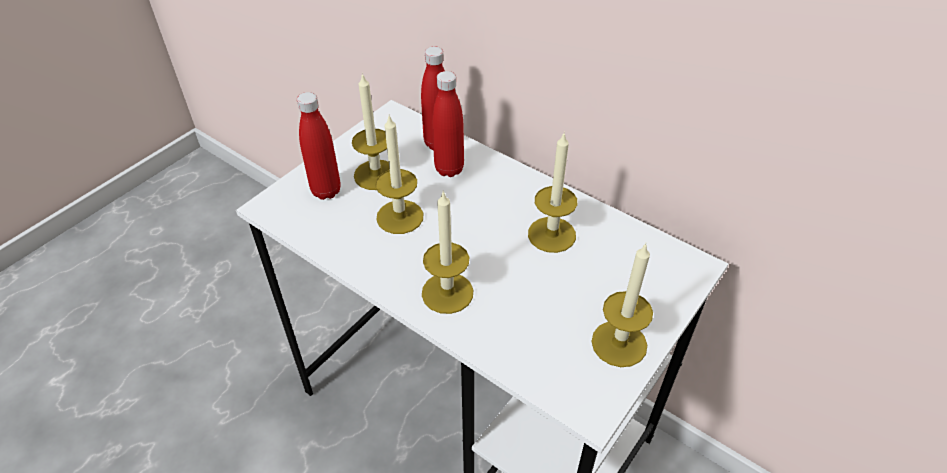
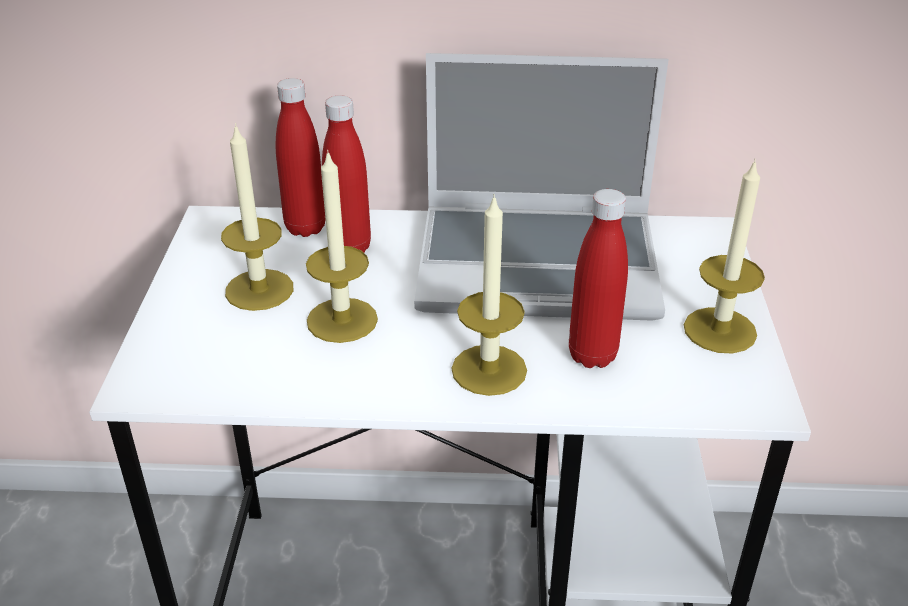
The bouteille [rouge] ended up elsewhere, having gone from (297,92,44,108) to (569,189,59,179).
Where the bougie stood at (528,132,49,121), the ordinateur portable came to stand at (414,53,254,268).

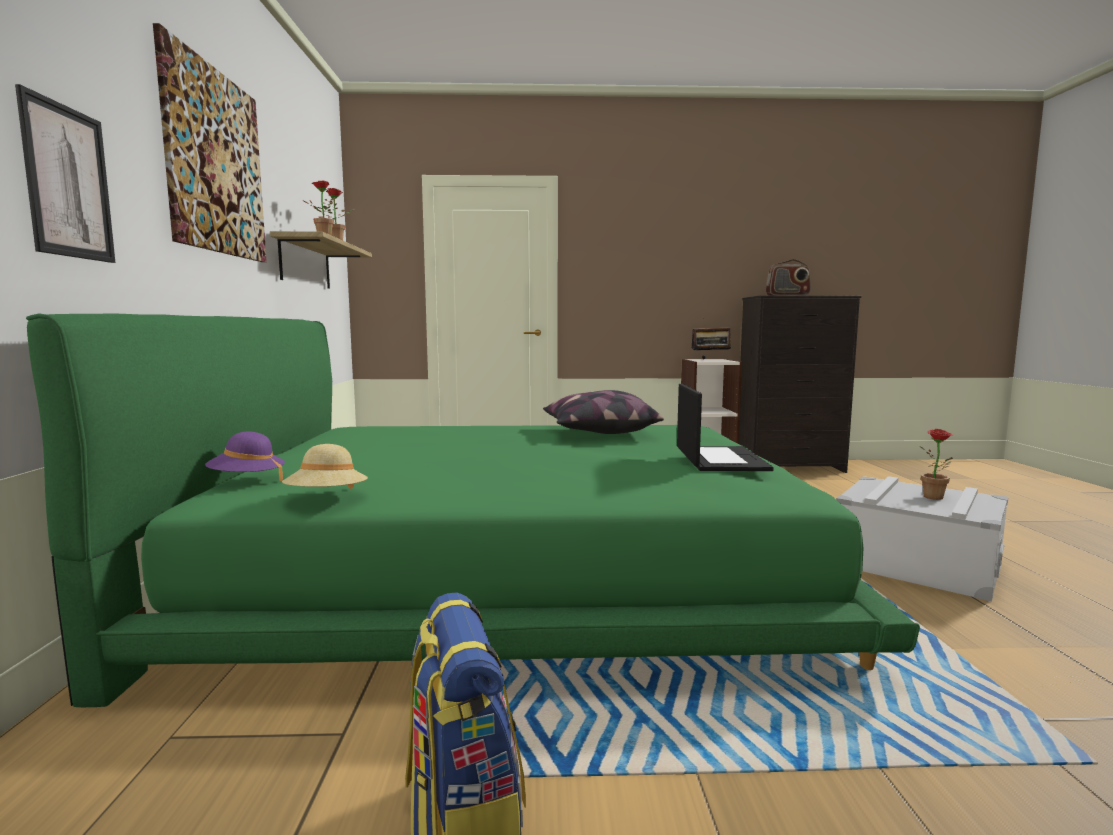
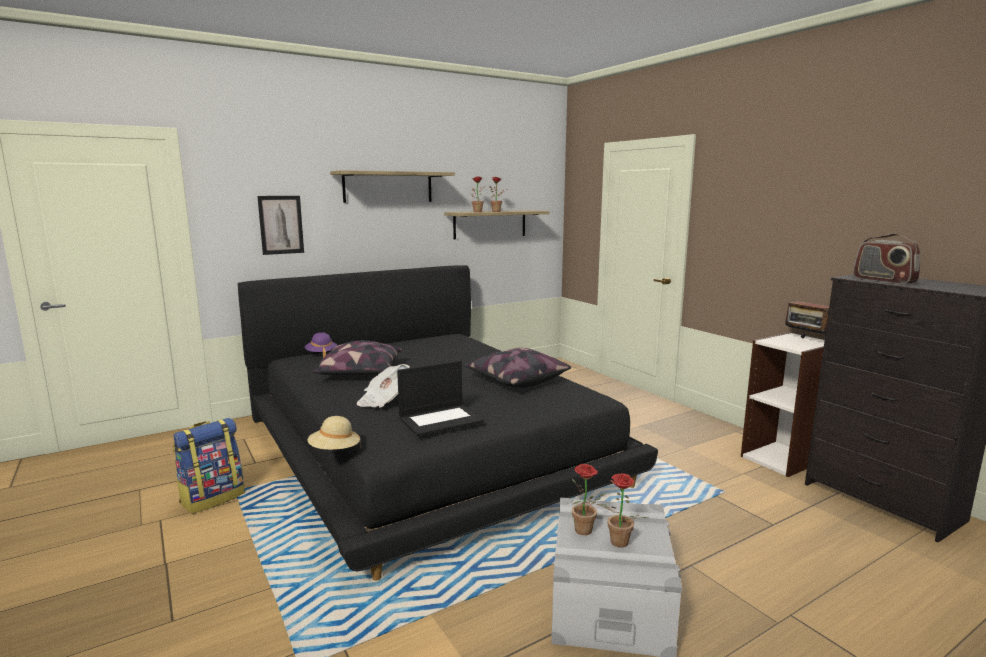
What was the lit [vert] at (26,313,894,394) turned into the lit [noir] at (237,265,421,316).
Where the tableau hung at (153,23,114,239), the étagère came to hang at (330,170,125,33).
The chapeau [beige] ended up elsewhere, having gone from (282,444,86,45) to (307,416,54,34).
The second view gained the coussin at (313,340,89,35).
The second view gained the journal at (356,364,54,44).
The second view gained the plante en pot at (572,464,34,71).

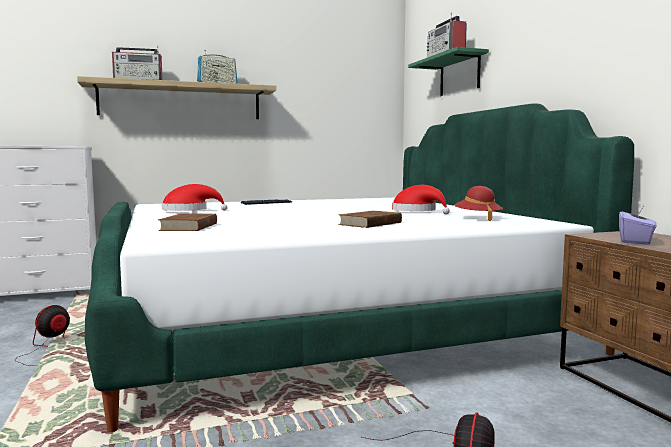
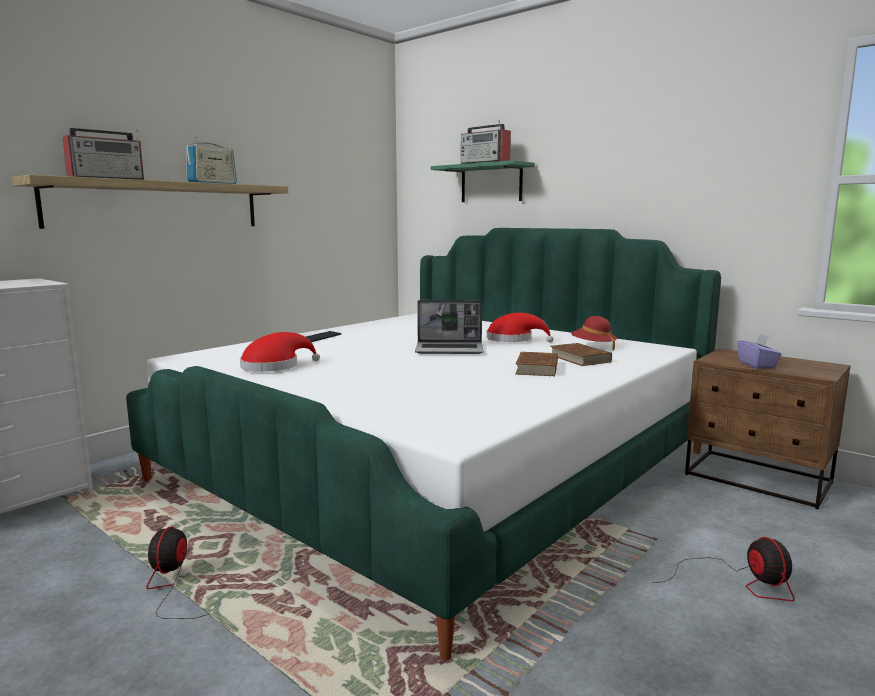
The livre [marron] ended up elsewhere, having gone from (158,213,59,18) to (551,343,61,23).
The second view gained the ordinateur portable at (415,300,69,54).

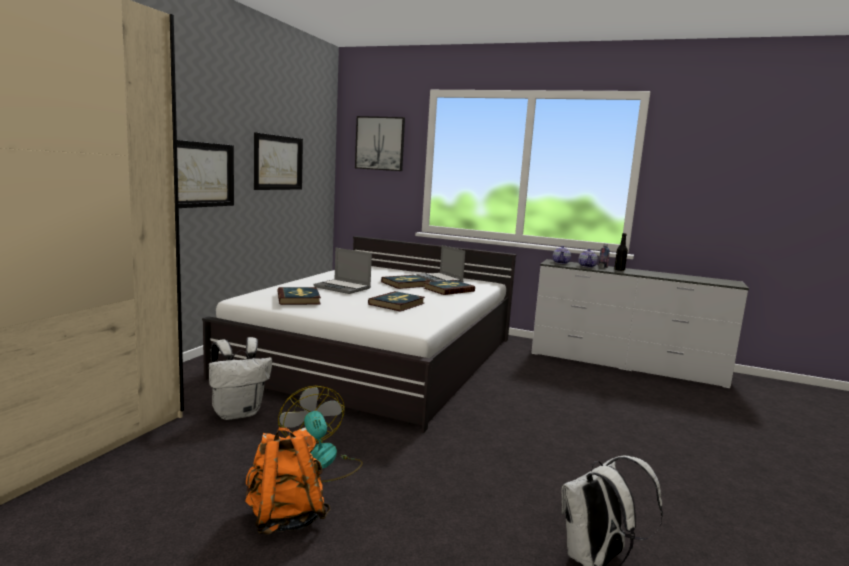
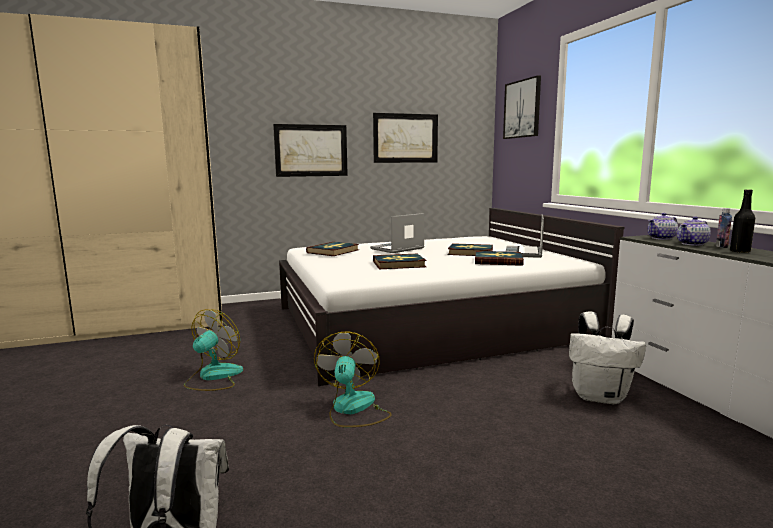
The sac à dos [blanc] ended up elsewhere, having gone from (209,337,63,83) to (569,312,77,92).
The second view lost the sac à dos [orange] at (245,427,86,108).
The ordinateur portable at (313,248,59,46) ended up facing another way, 60 degrees clockwise from before.
The second view gained the ventilateur at (314,332,77,96).

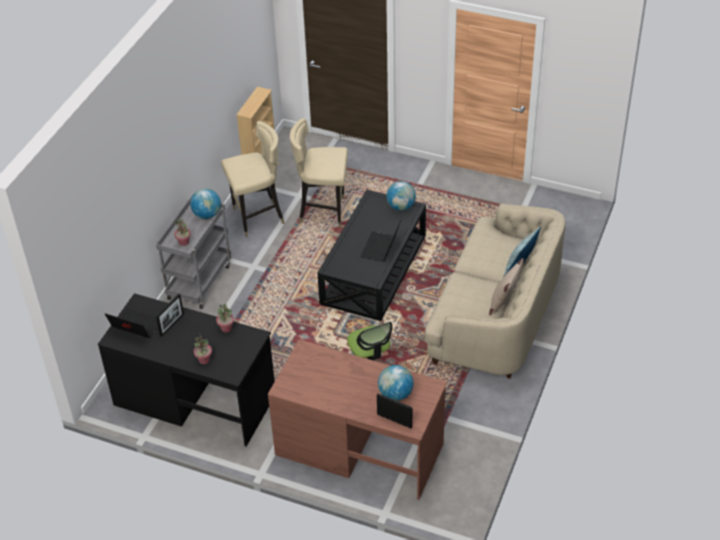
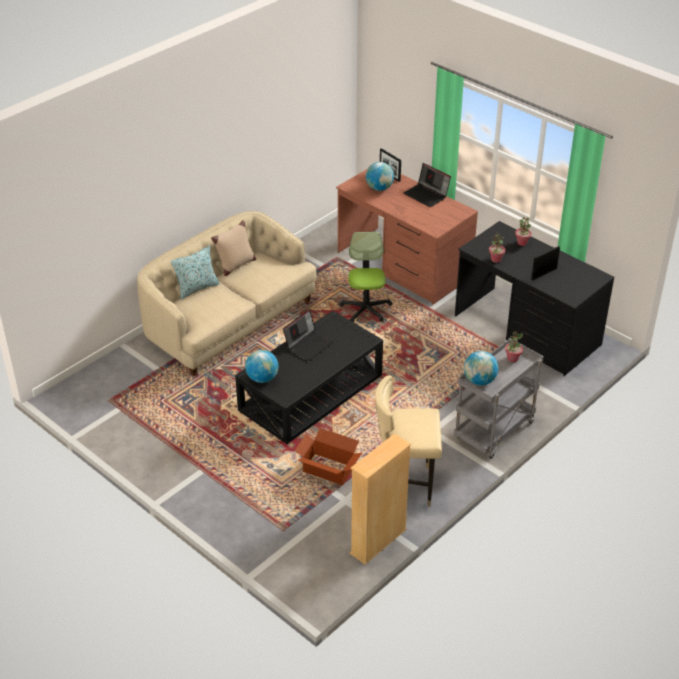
The ordinateur portable ended up elsewhere, having gone from (105,308,53,30) to (404,163,47,44).
Where the chaise [beige] stood at (290,118,58,110), the carton came to stand at (295,428,67,58).

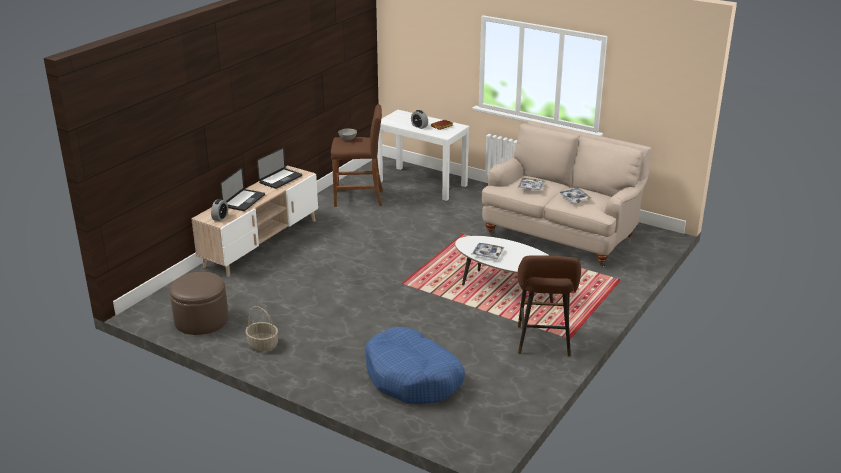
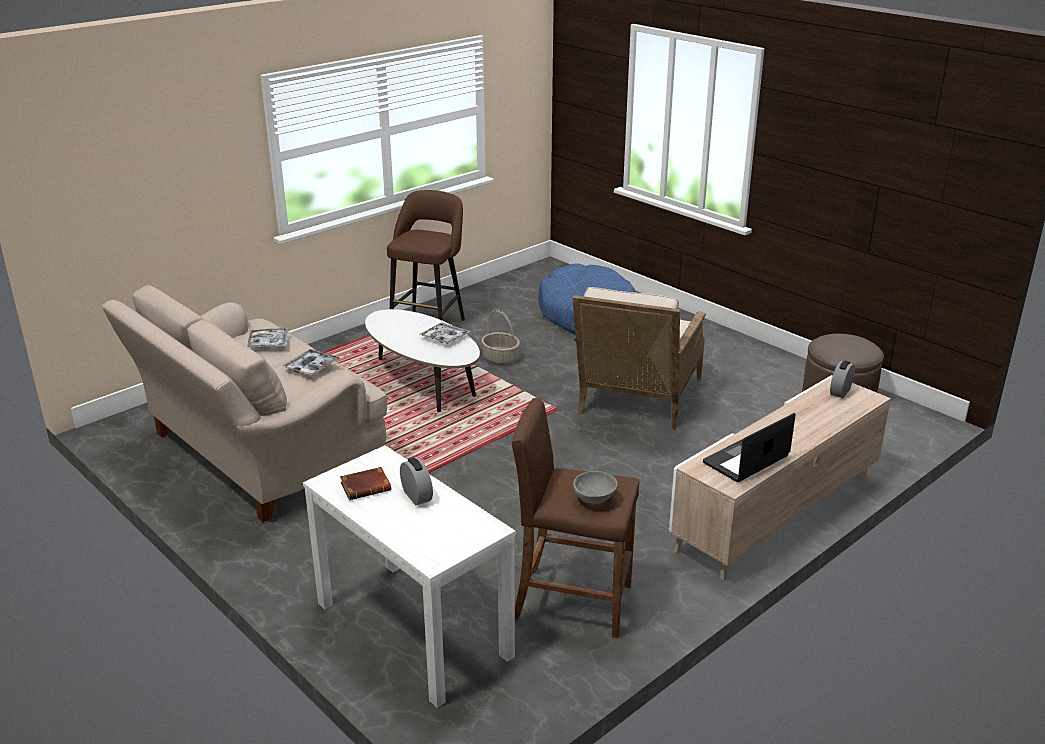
The second view lost the ordinateur portable at (220,167,45,44).
The panier ended up elsewhere, having gone from (245,306,33,45) to (481,309,39,56).
The second view gained the fauteuil [beige] at (573,287,133,143).

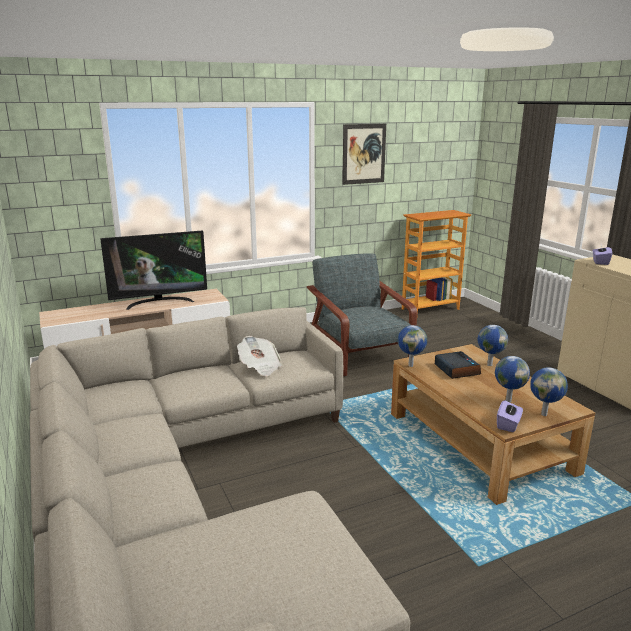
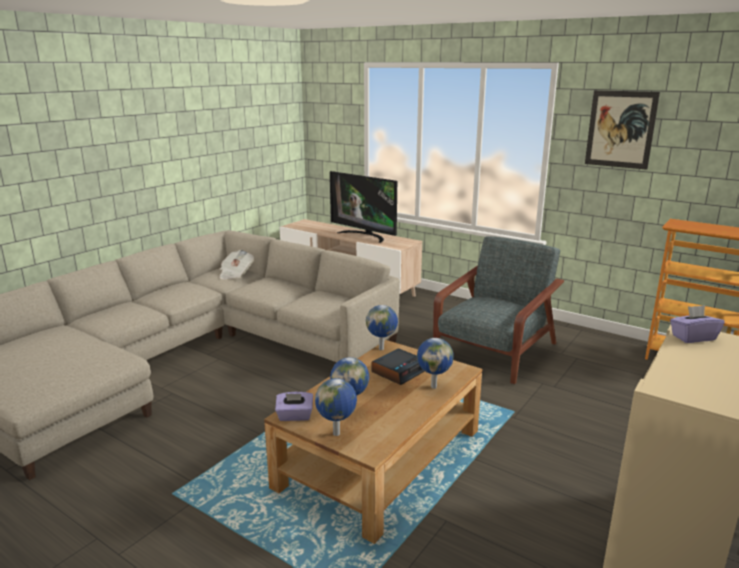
The journal ended up elsewhere, having gone from (237,336,45,41) to (219,250,35,29).

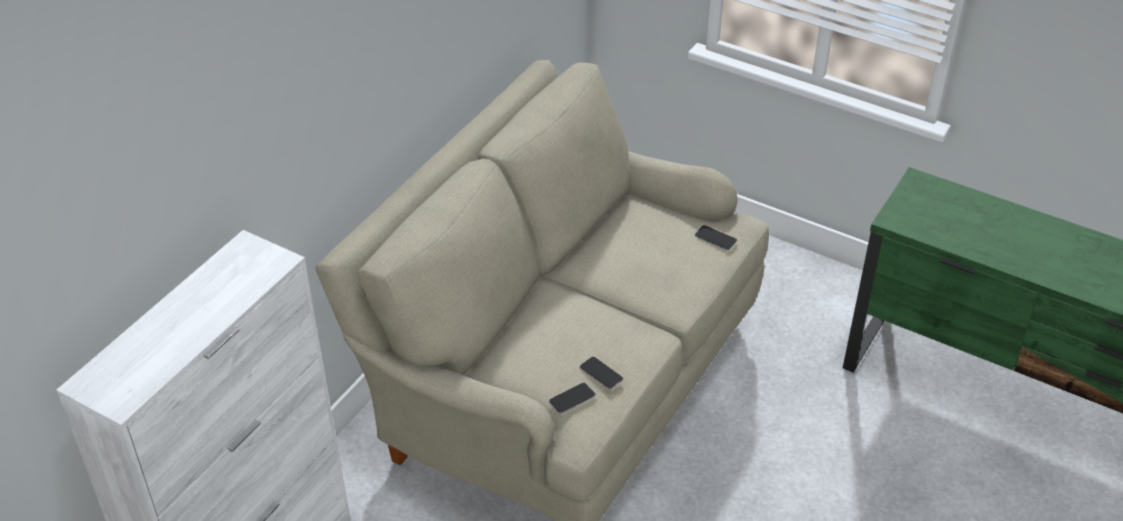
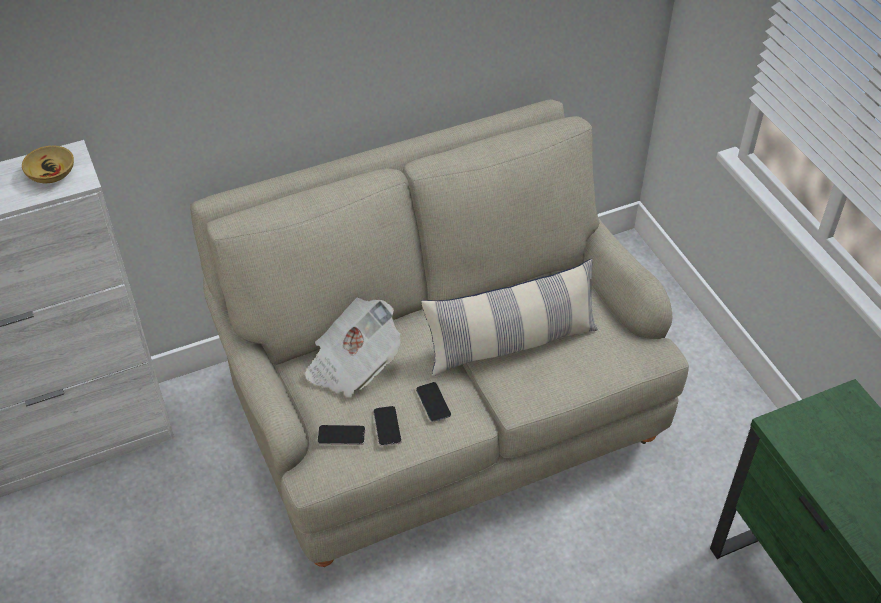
The téléphone ended up elsewhere, having gone from (695,225,42,25) to (416,382,35,40).
The second view gained the bol [beige] at (22,145,52,38).
The second view gained the journal at (305,297,96,100).
The second view gained the coussin at (421,259,177,117).

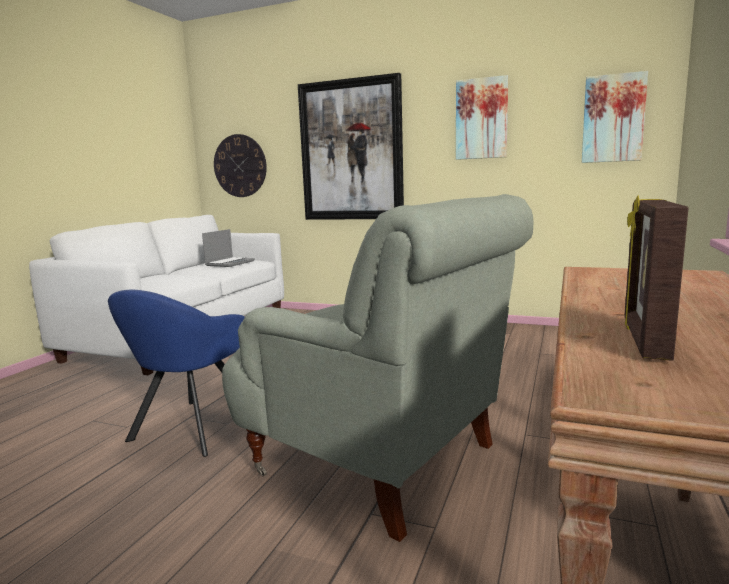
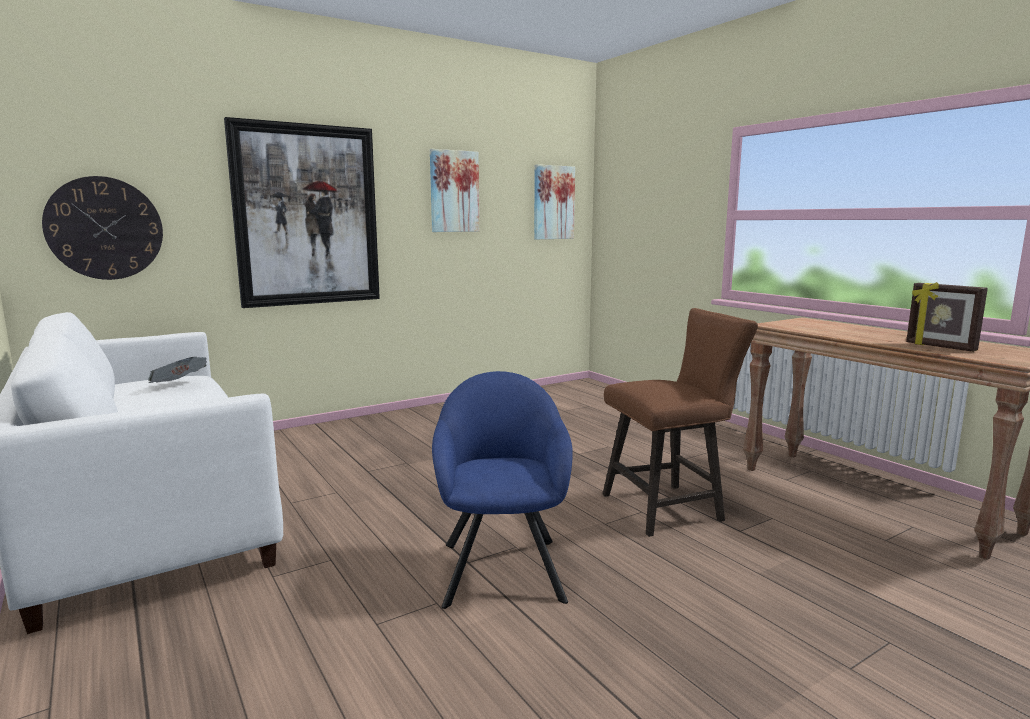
The fauteuil [bleu] at (108,290,137,167) ended up facing another way, 150 degrees counterclockwise from before.
Where the ordinateur portable stood at (202,229,53,38), the journal came to stand at (148,357,59,26).
Where the fauteuil [gris] stood at (222,194,312,348), the tabouret [marron] came to stand at (603,308,155,229).

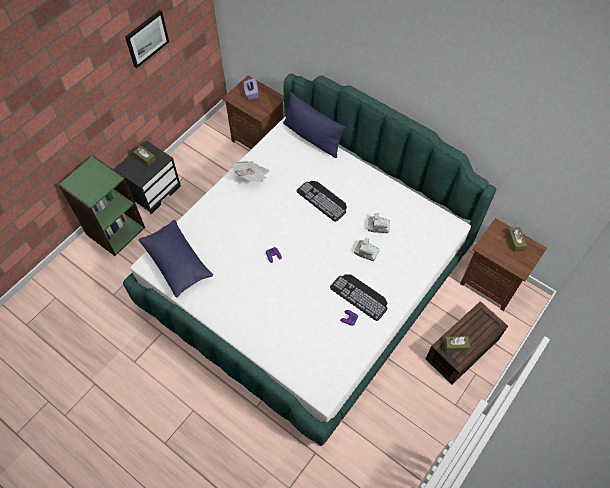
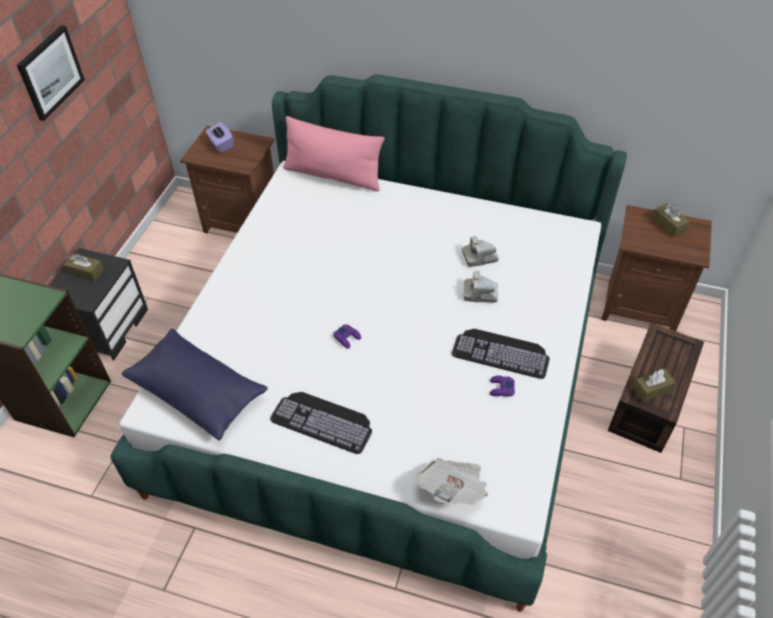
The journal ended up elsewhere, having gone from (231,161,38,21) to (416,458,72,47).
What was the coussin [bleu] at (283,92,63,66) turned into the coussin [rose] at (283,116,101,75).
The clavier ended up elsewhere, having gone from (296,181,51,41) to (270,392,102,62).

